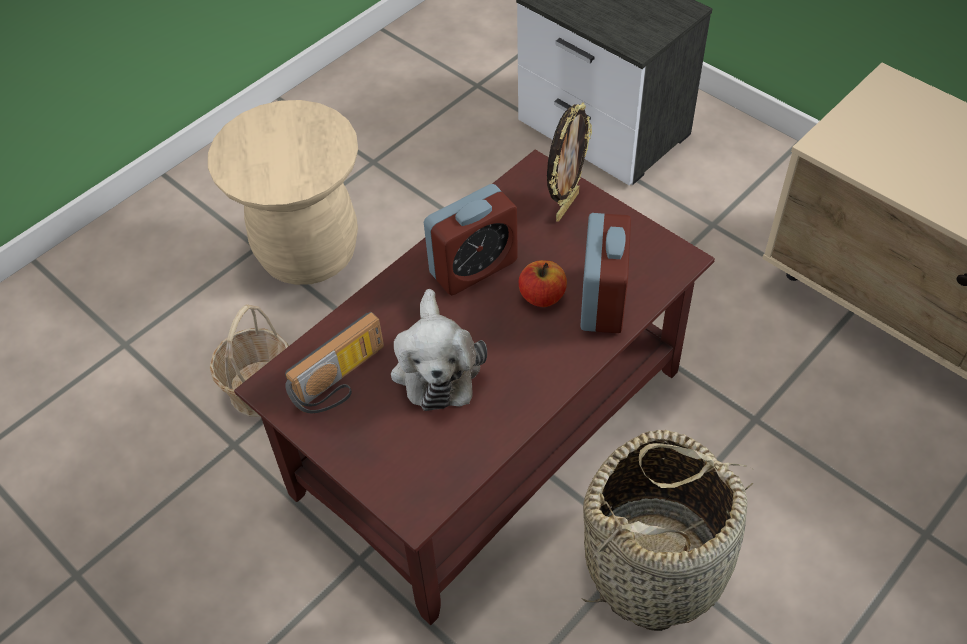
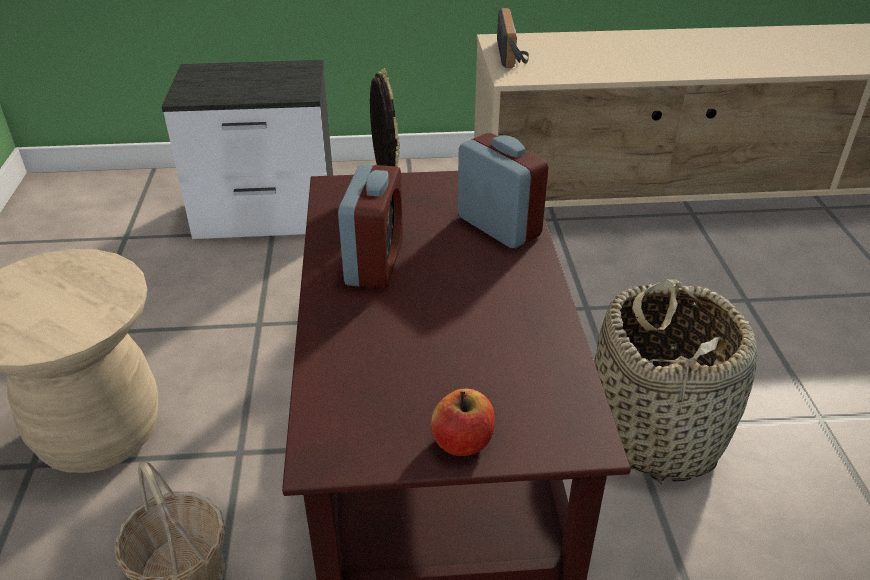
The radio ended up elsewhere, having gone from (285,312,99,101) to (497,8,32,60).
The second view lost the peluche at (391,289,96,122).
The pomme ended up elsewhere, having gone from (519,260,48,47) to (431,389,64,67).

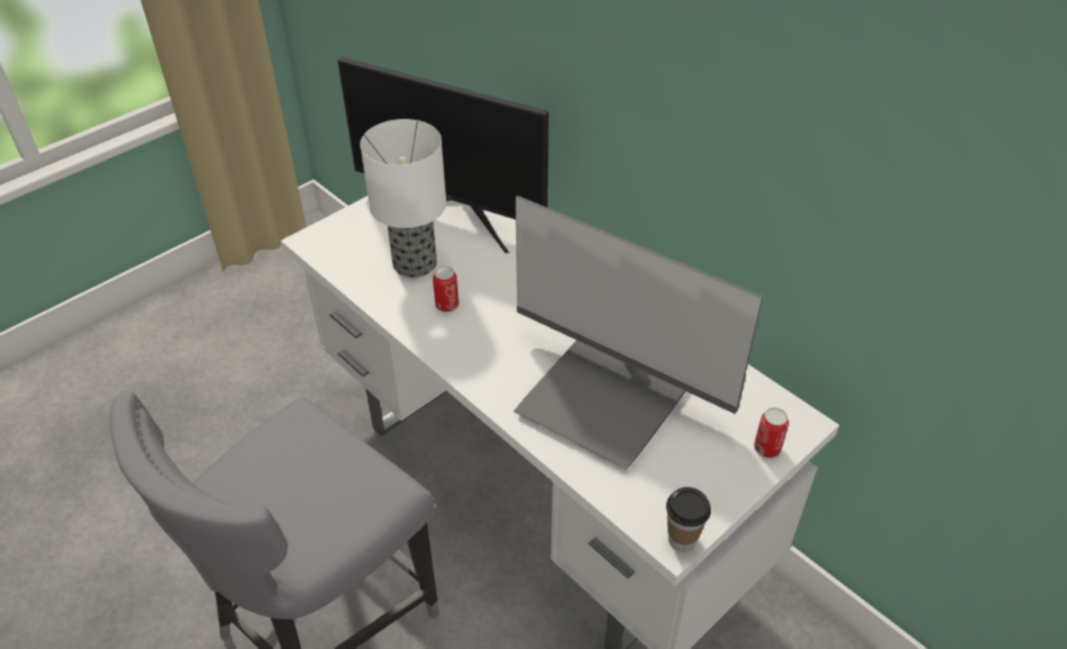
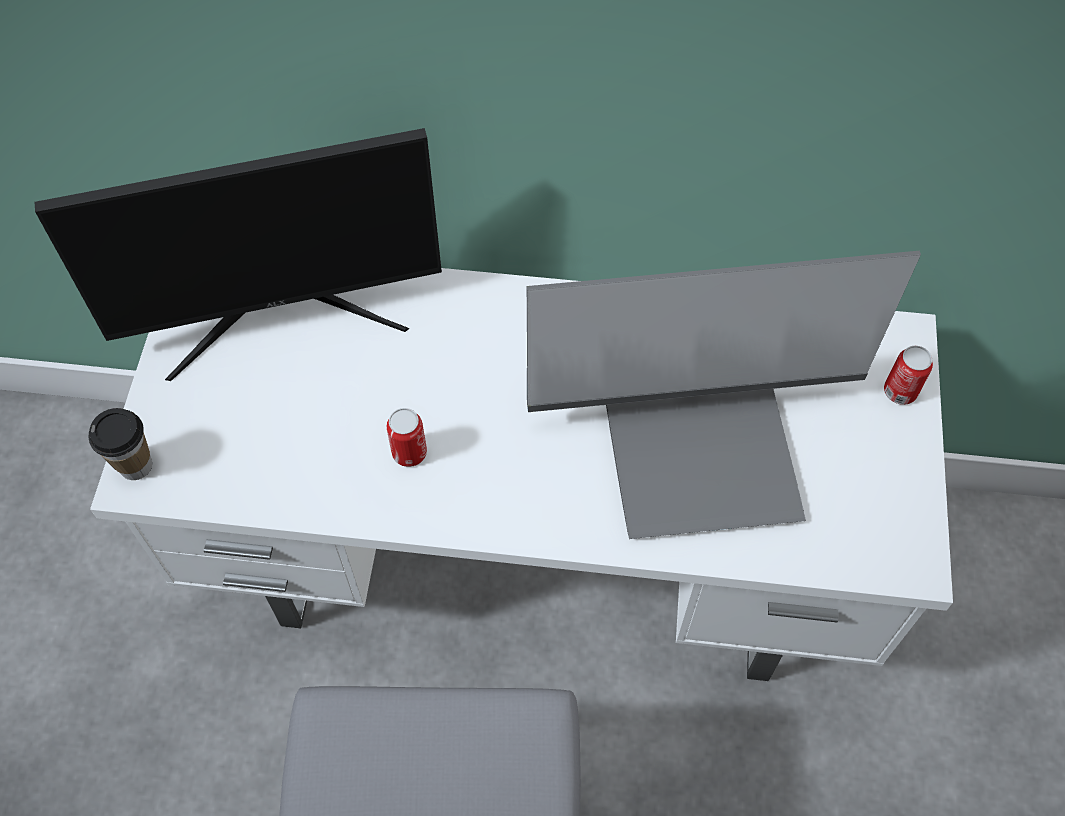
The second view lost the lampe de table at (360,119,86,159).
The tasse ended up elsewhere, having gone from (666,487,45,65) to (89,408,63,72).

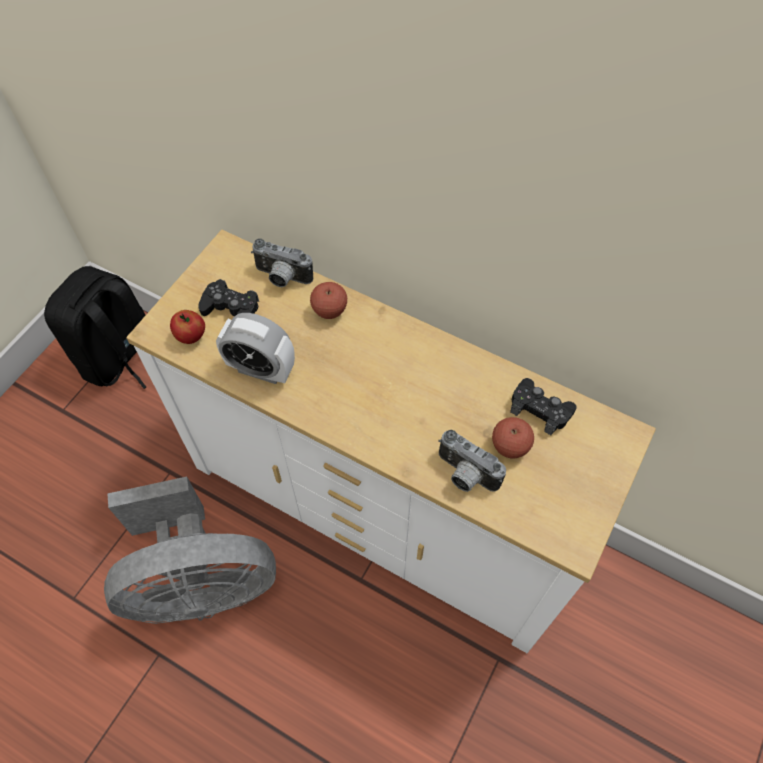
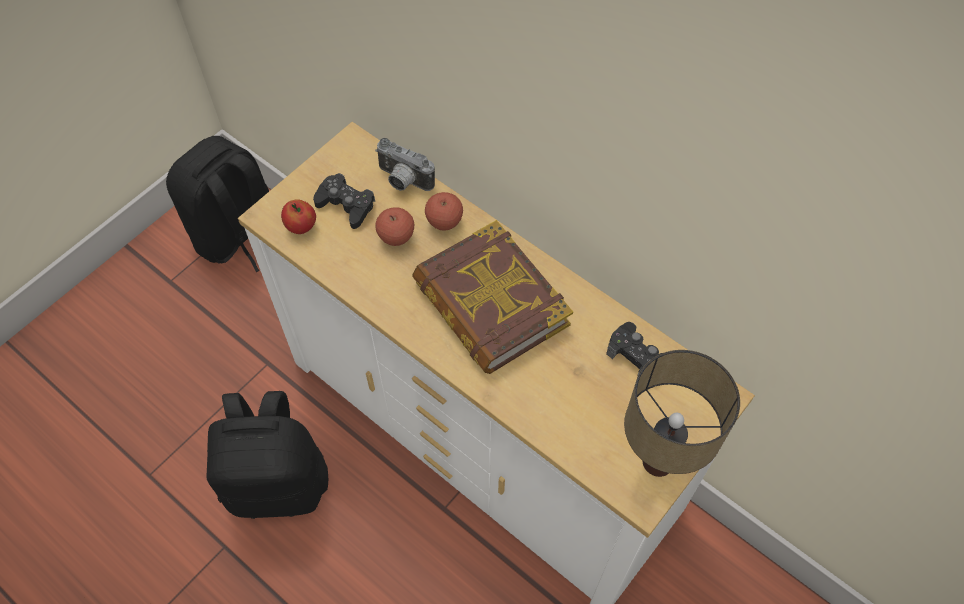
Where the ventilateur [gris] stood at (104,477,172,147), the sac à dos [noir] came to stand at (206,391,122,128).
The second view lost the réveil at (216,313,79,71).
The second view lost the appareil photo at (438,430,68,62).
The pomme ended up elsewhere, having gone from (492,417,42,41) to (375,207,39,39).
The second view gained the livre at (412,220,161,154).
The second view gained the lampe de table at (624,350,116,127).

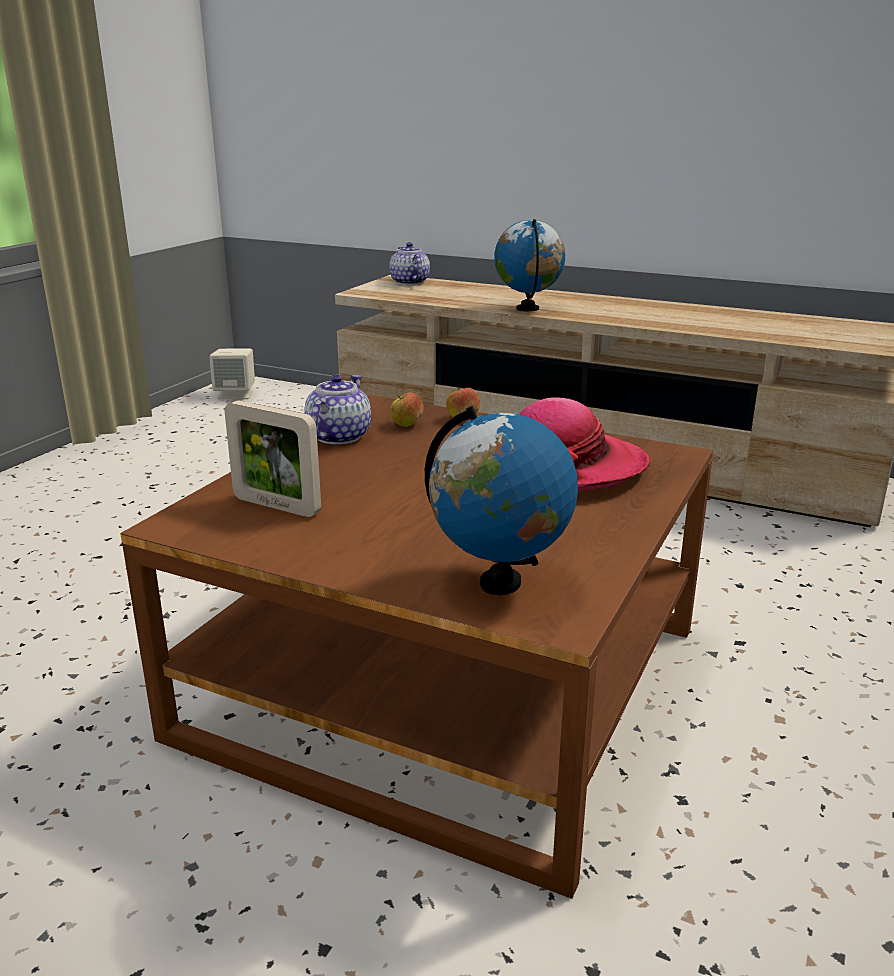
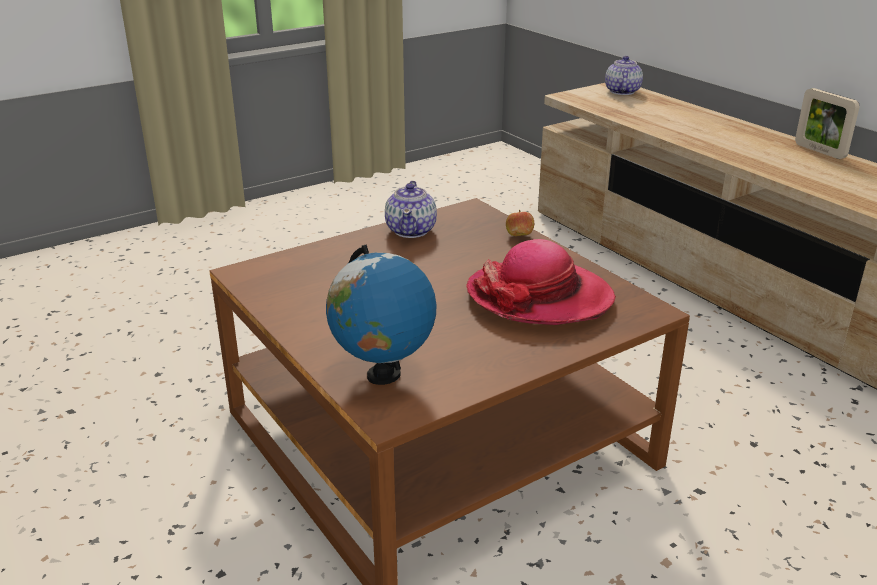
The second view lost the enceinte [beige] at (210,349,45,50).
The cadre photo ended up elsewhere, having gone from (225,400,96,117) to (795,88,65,71).
The théière at (304,374,67,70) ended up facing another way, 135 degrees clockwise from before.
The second view lost the pomme at (390,392,34,35).
The second view lost the globe at (494,219,71,92).

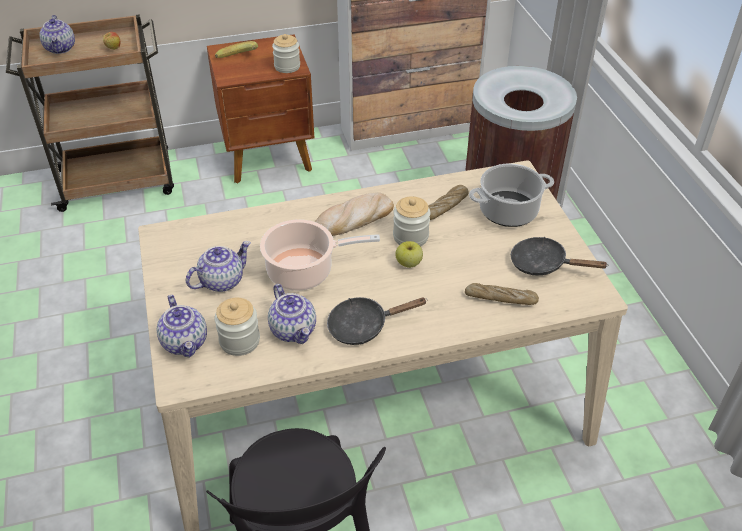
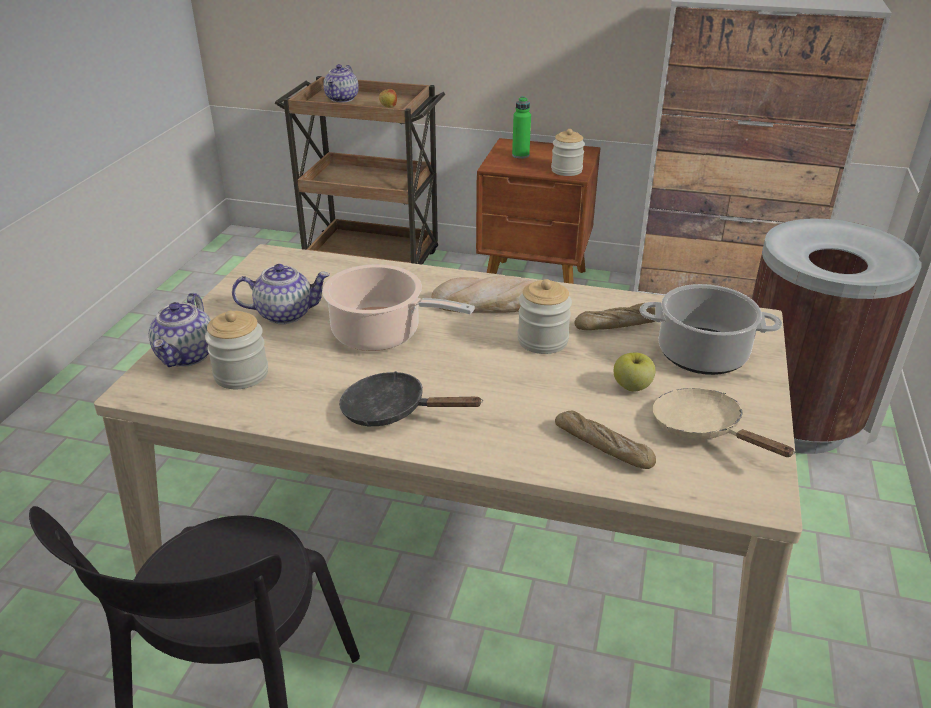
Where the banane stood at (215,41,43,17), the bouteille [vert] came to stand at (512,97,19,62).
The second view lost the théière at (268,284,48,60).
The pomme ended up elsewhere, having gone from (395,241,28,27) to (614,352,41,39).
What was the poêle [noir] at (510,237,97,38) turned into the poêle [beige] at (653,388,142,69).

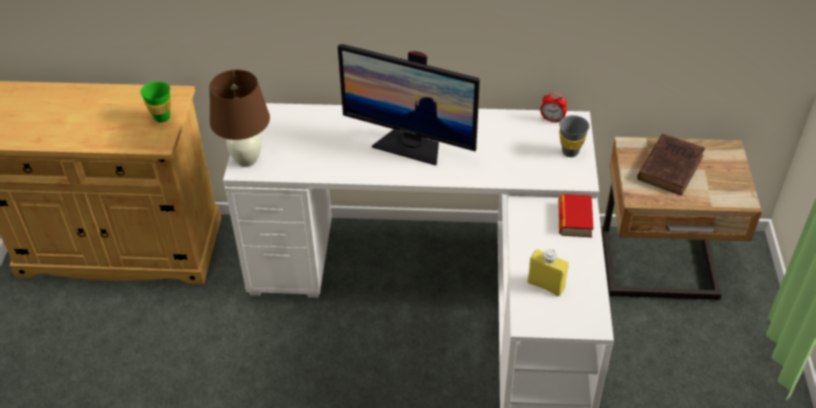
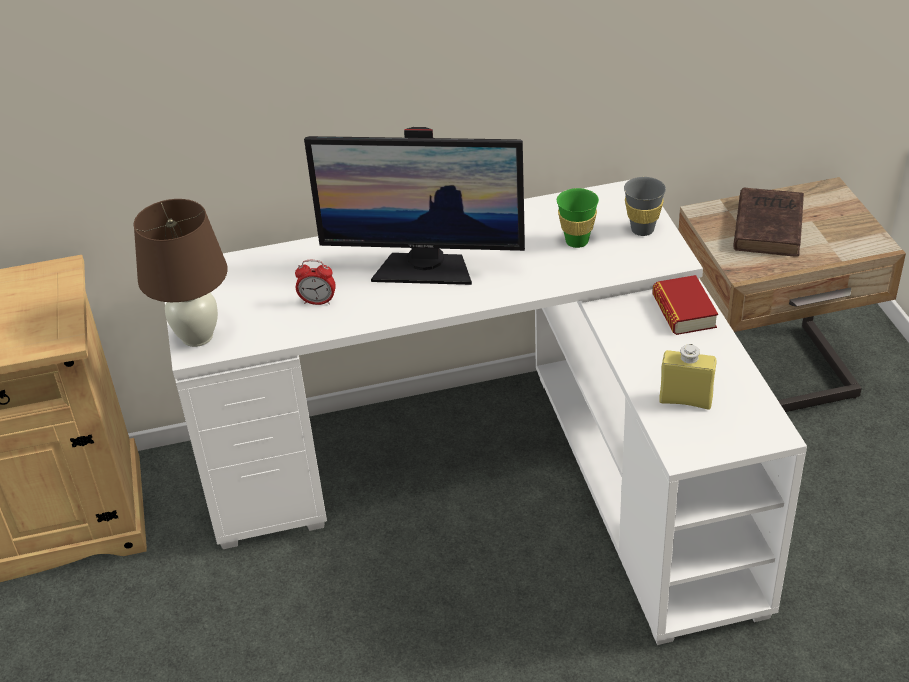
The tasse [vert] ended up elsewhere, having gone from (140,81,31,42) to (557,188,42,60).
The réveil ended up elsewhere, having gone from (540,92,27,30) to (295,260,41,45).

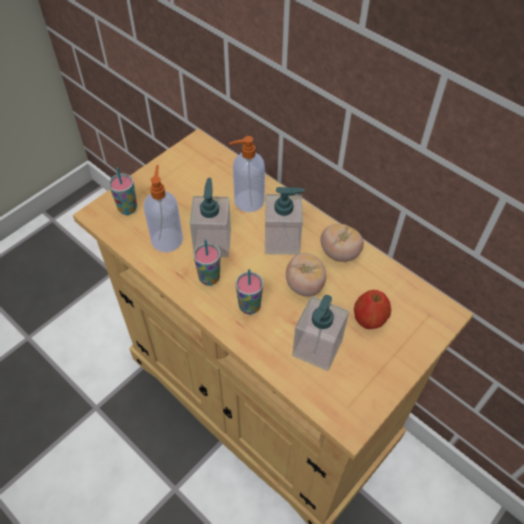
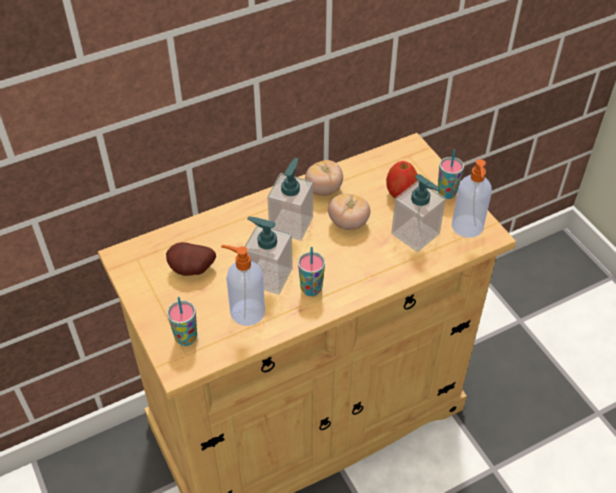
The distributeur de savon ended up elsewhere, having gone from (229,136,36,76) to (452,159,40,79).
The tasse ended up elsewhere, having gone from (235,269,28,46) to (438,150,26,49).
The second view gained the pomme de terre at (166,242,50,34).

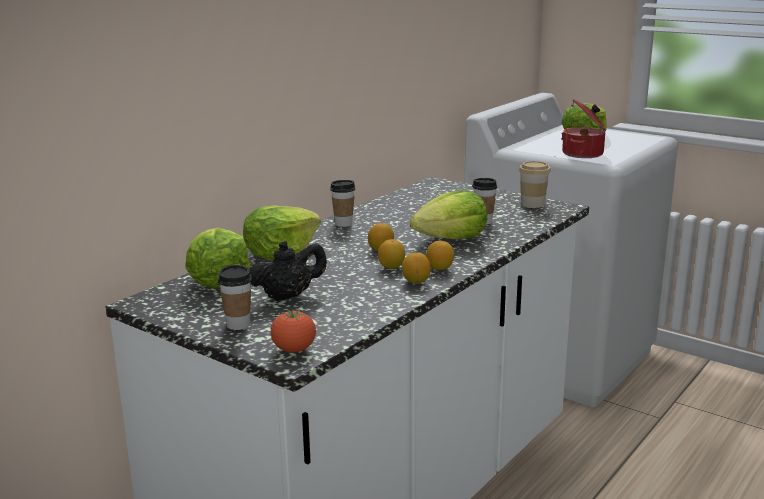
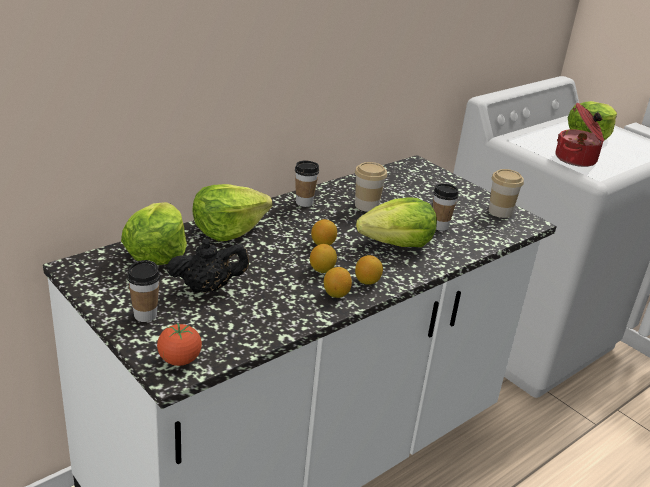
The second view gained the tasse at (355,162,32,50).

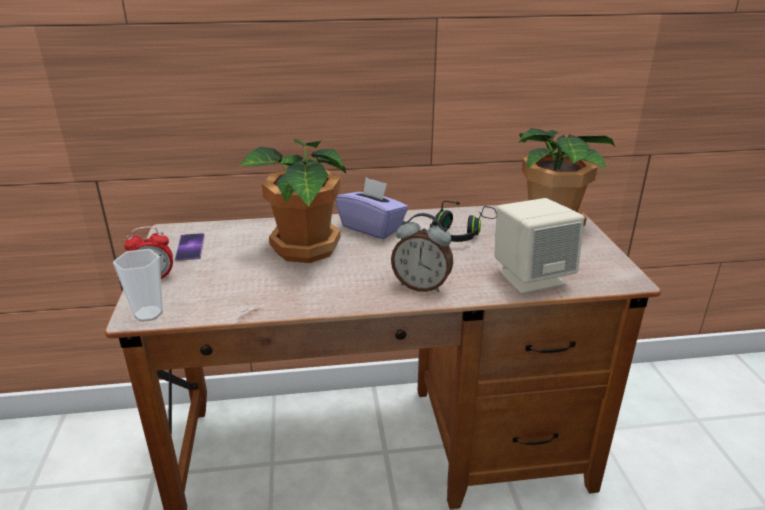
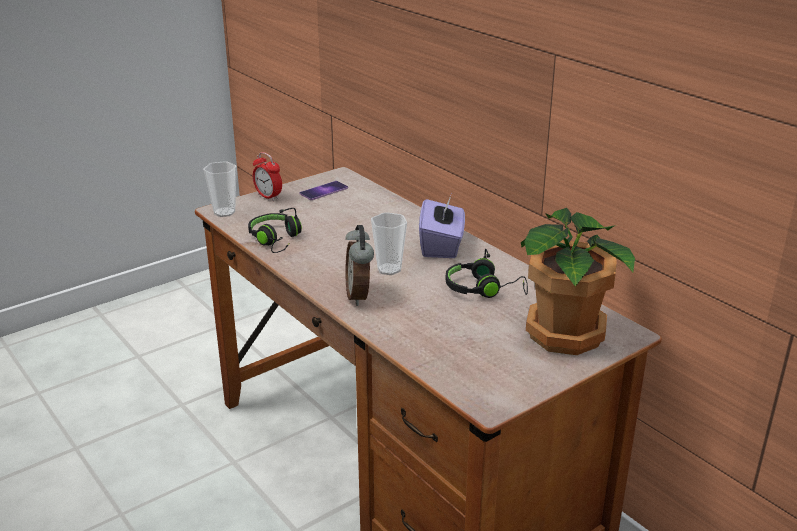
The second view lost the plante en pot at (239,139,107,124).
The second view lost the enceinte [beige] at (494,198,90,96).
The second view gained the casque audio [noir] at (248,208,54,45).
The second view gained the tasse at (371,212,36,63).

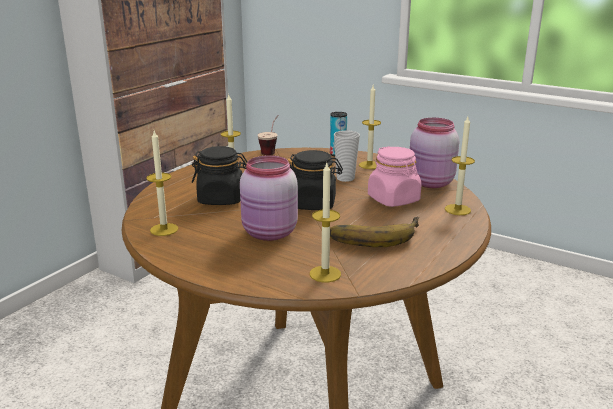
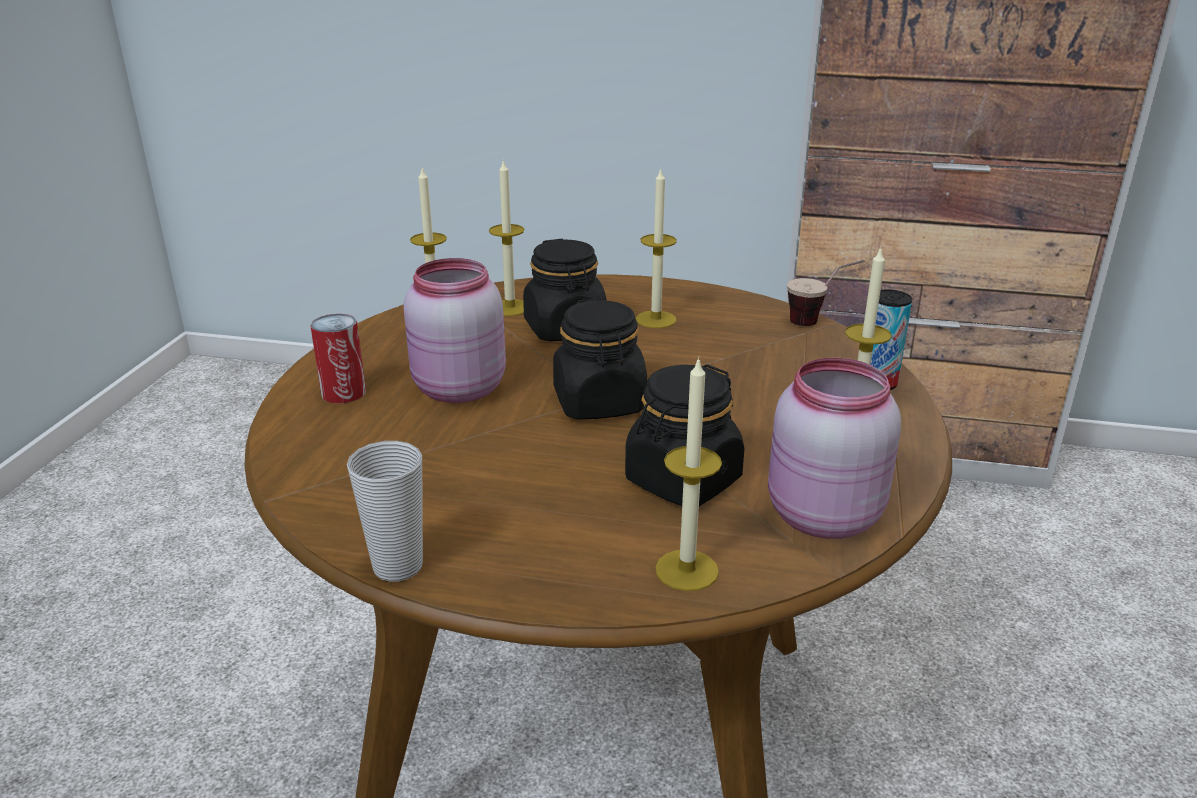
The bougie ended up elsewhere, having gone from (310,163,31,119) to (489,159,35,157).
The second view lost the banane at (330,217,89,30).
The tasse ended up elsewhere, having gone from (334,130,26,52) to (347,441,76,141).
What was the bocal [rose] at (368,146,54,61) turned into the bocal [noir] at (625,364,120,142).
The second view gained the boîte métallique at (310,314,56,89).

